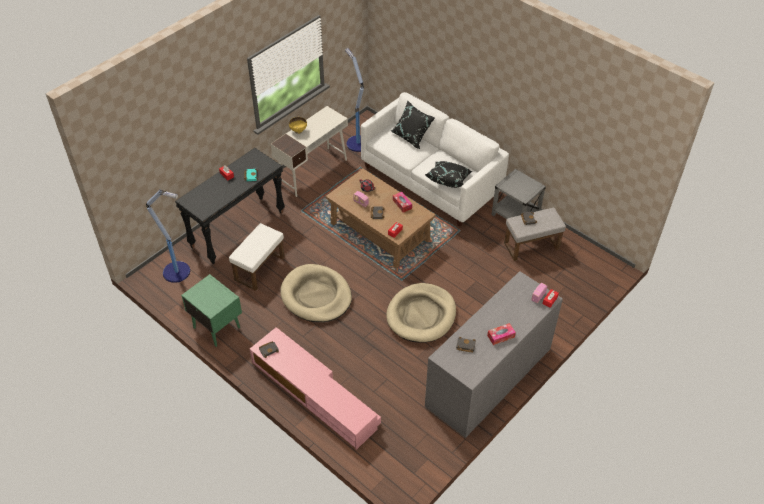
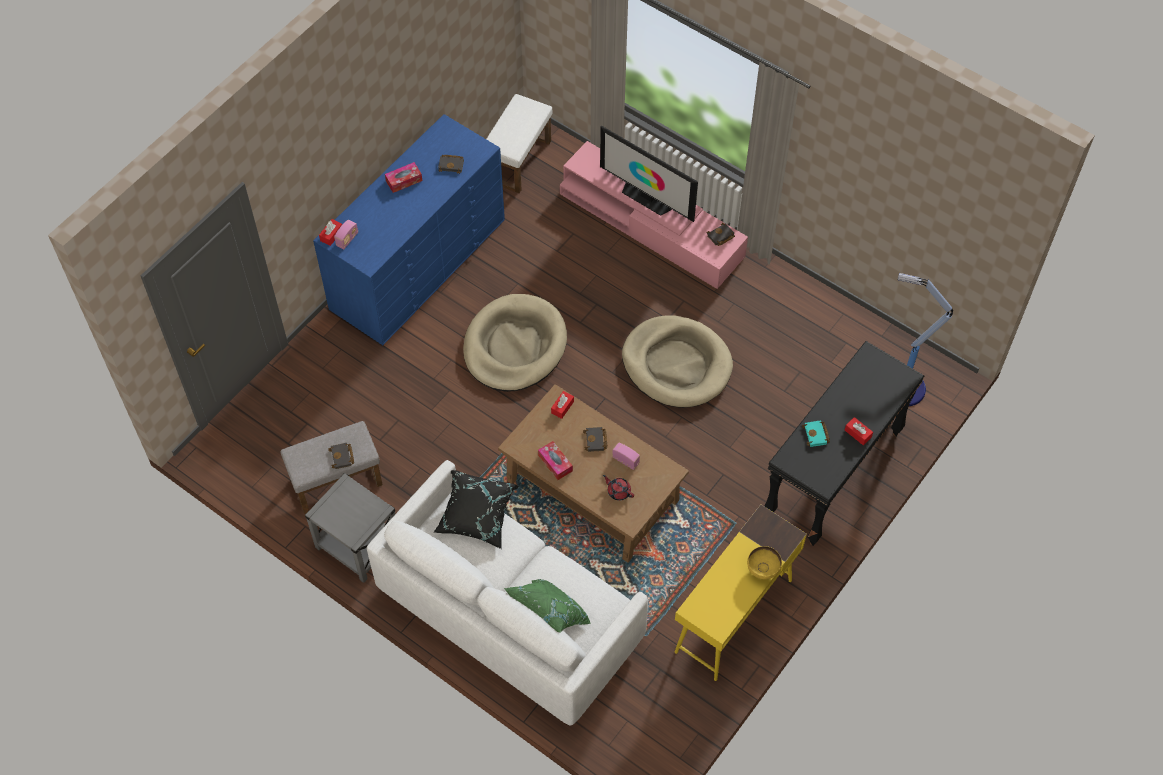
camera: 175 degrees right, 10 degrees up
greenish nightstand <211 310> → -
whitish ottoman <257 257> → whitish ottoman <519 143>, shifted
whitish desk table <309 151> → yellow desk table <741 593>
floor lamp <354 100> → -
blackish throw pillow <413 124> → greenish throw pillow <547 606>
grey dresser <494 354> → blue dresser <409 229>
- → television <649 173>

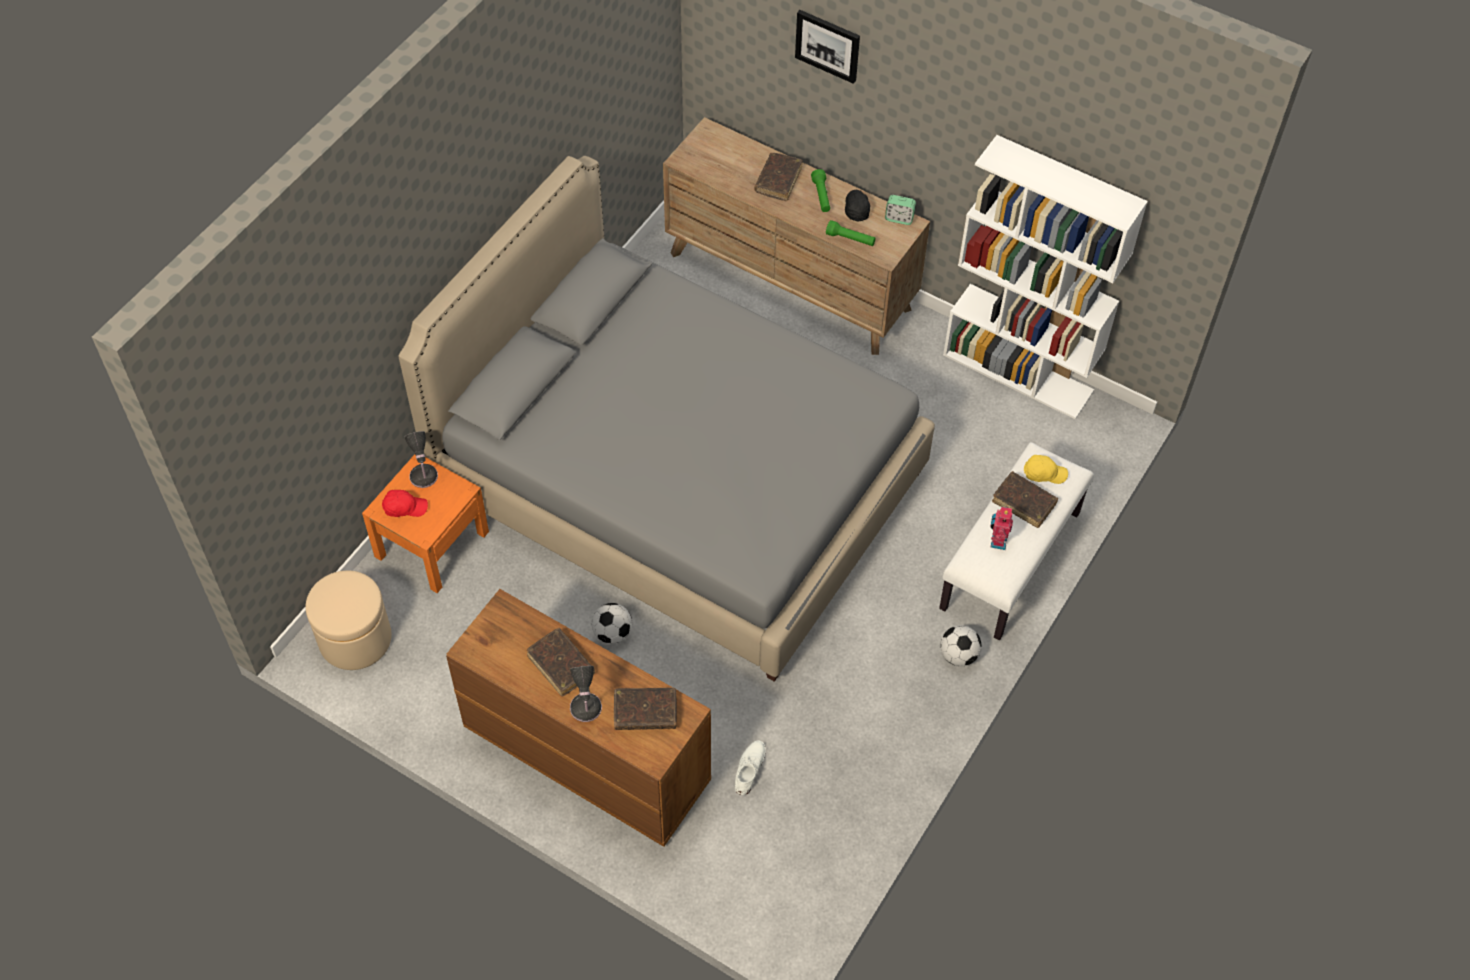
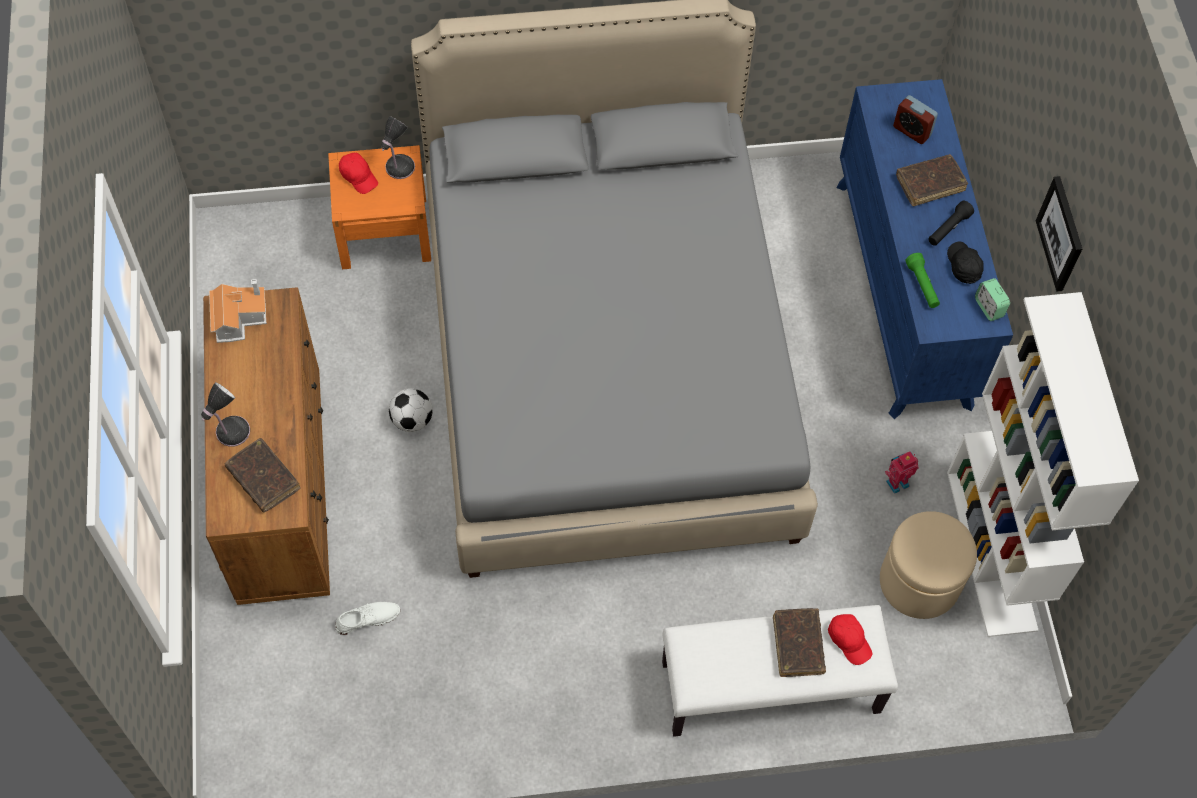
camera: 50 degrees right, 5 degrees up
beige ottoman <349 620> → beige ottoman <928 565>, shifted
brownish volume <561 662> → -
brownish dresser <796 236> → blue dresser <924 249>
picture <827 47> → picture <1059 233>, shifted
greenish flashlight <820 190> → blackish flashlight <951 223>
blackish baseball cap <857 205> → blackish baseball cap <965 263>, 60 degrees counterclockwise
football <961 645> → -
model robot <1001 528> → model robot <902 472>, shifted
yellow baseball cap <1046 469> → red baseball cap <850 639>
- → miniature house <238 311>
- → table clock <915 119>

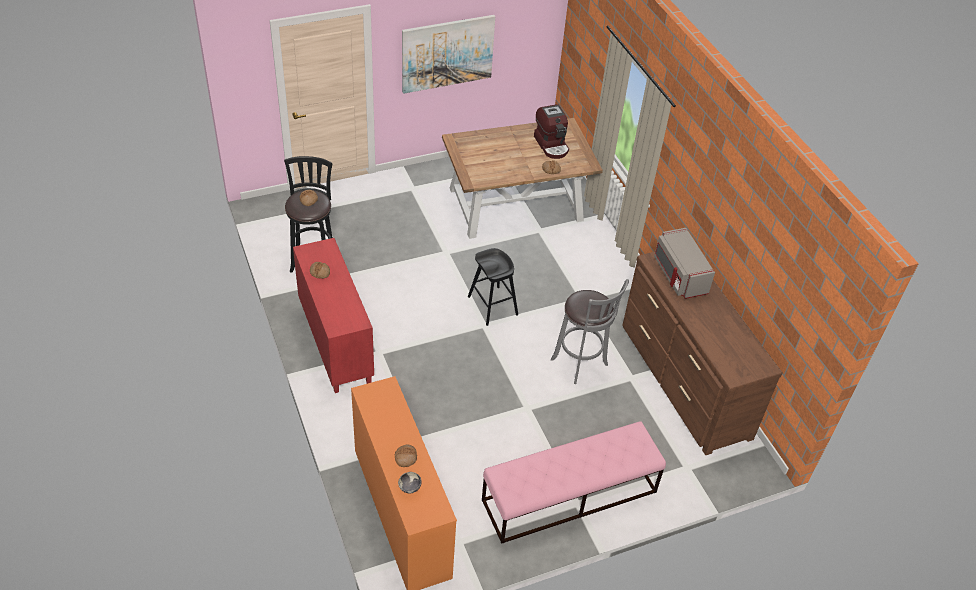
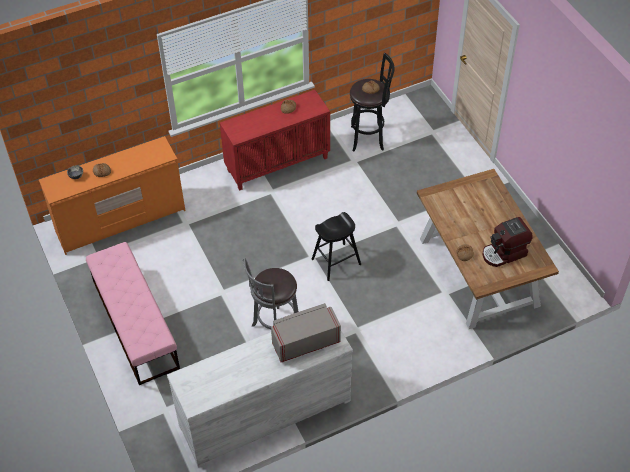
camera: 90 degrees right, 5 degrees up
picture <448 54> → -
brownish dresser <702 353> → whitish dresser <260 399>

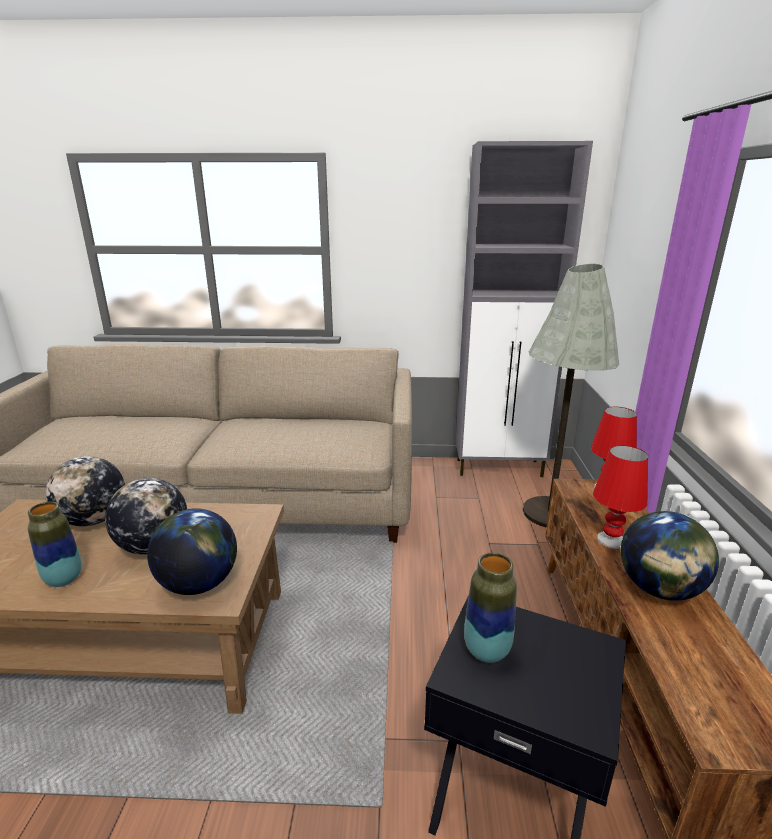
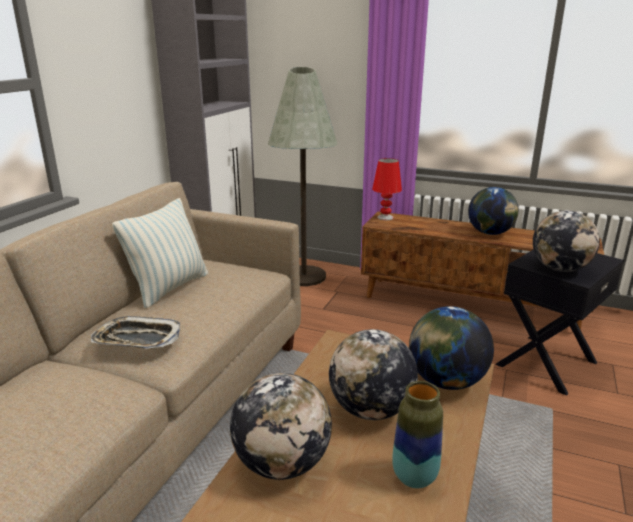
camera: 70 degrees left, 0 degrees up
vase <490 608> → world globe <566 241>
red tabletop lamp <620 497> → -
- → serving tray <135 332>
- → throw pillow <160 253>

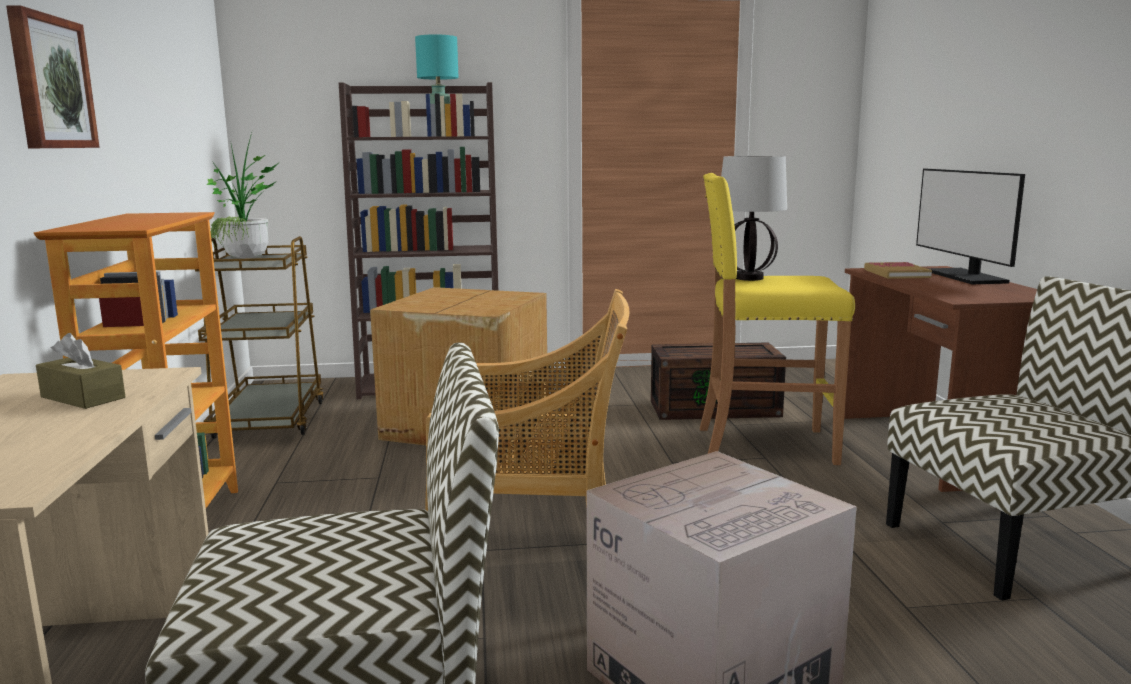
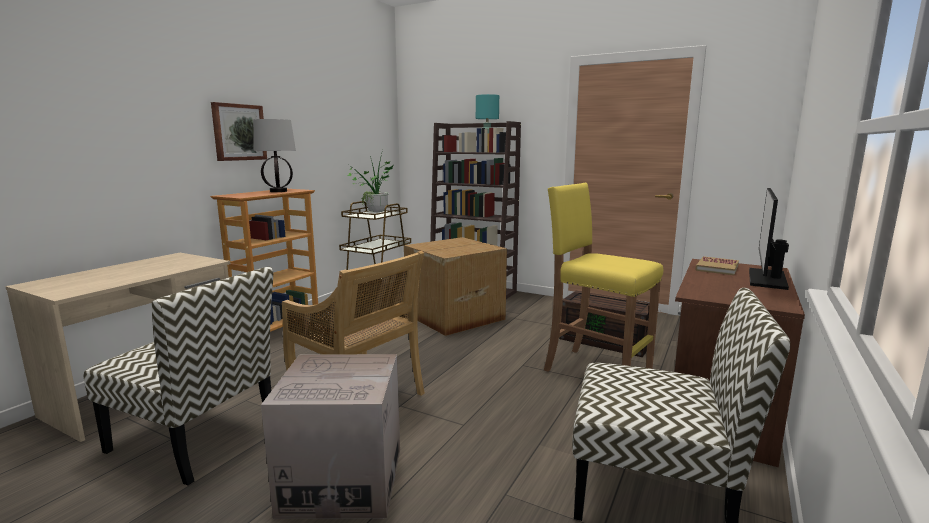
camera: 35 degrees right, 0 degrees up
brownish box of tissues <80 371> → -
tabletop lamp <754 218> → tabletop lamp <274 155>, shifted

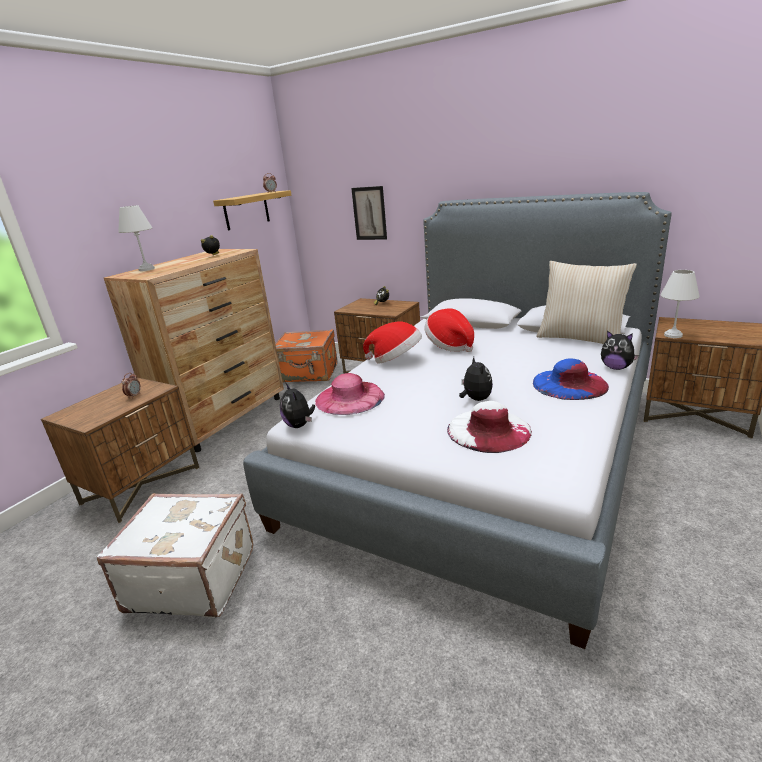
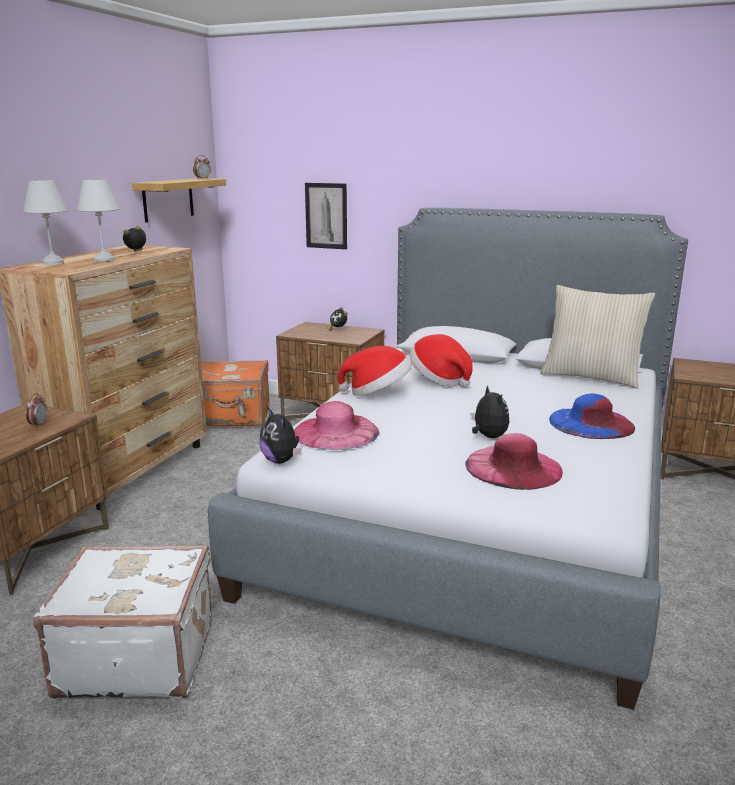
camera: 10 degrees left, 5 degrees down
whitish clothing hat <489 427> → pink clothing hat <514 461>
soft toy <620 350> → -
whitish tabletop lamp <680 304> → whitish tabletop lamp <98 220>, shifted

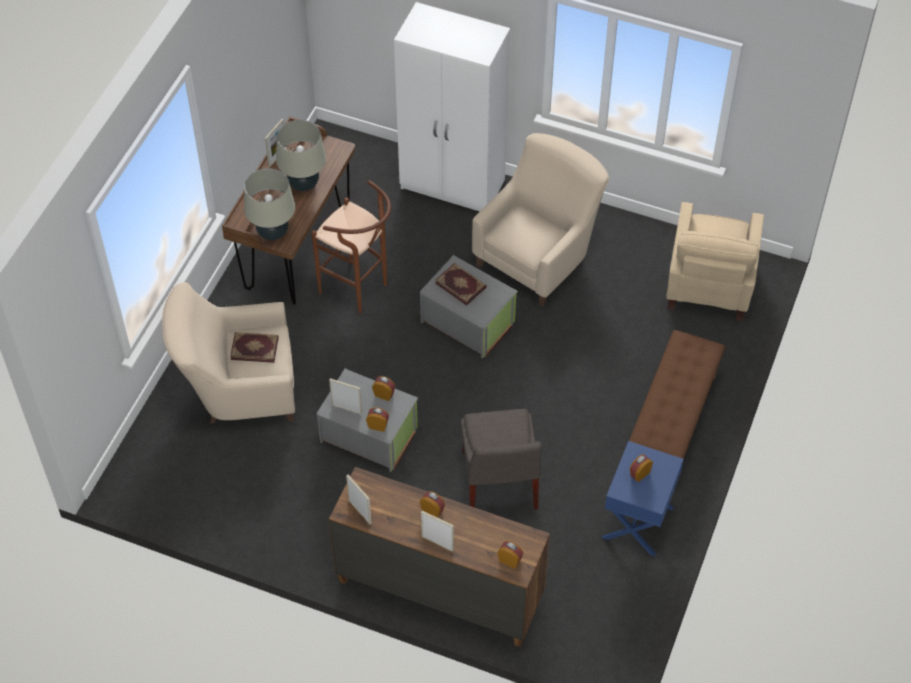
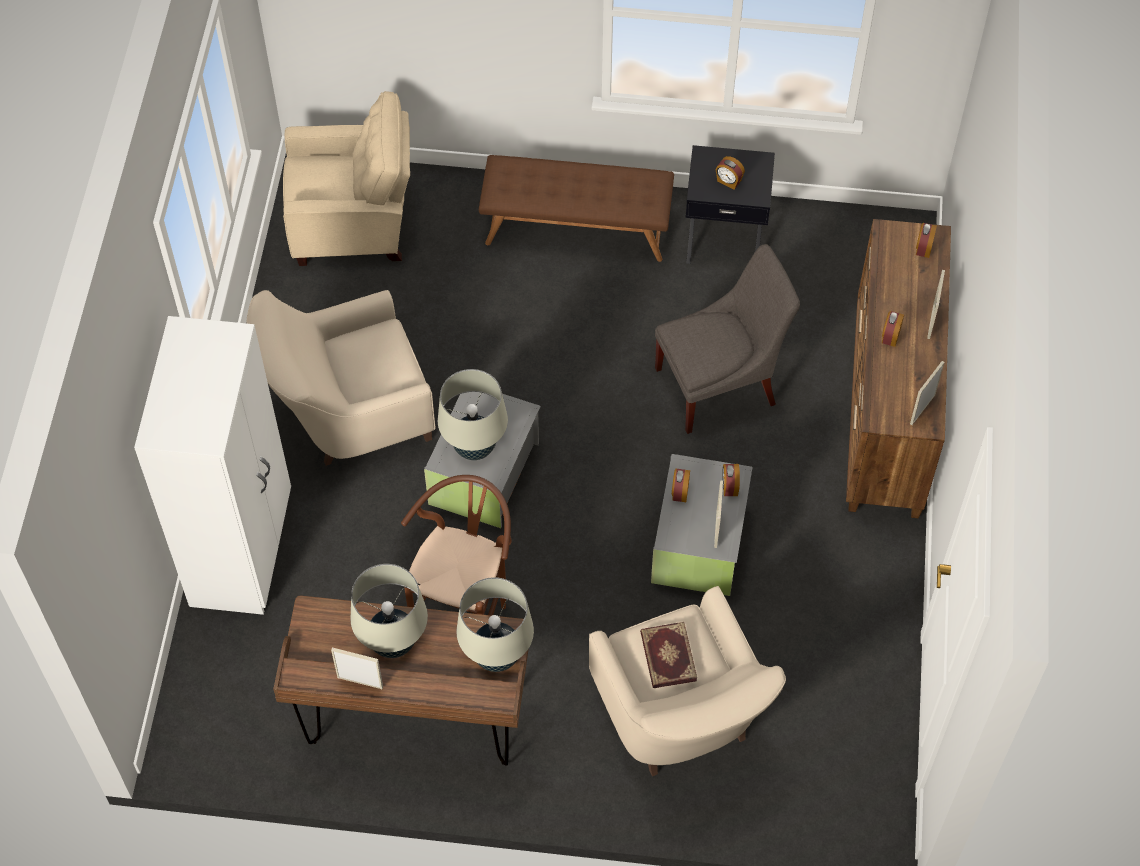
camera: 105 degrees left, 5 degrees up
volume <461 284> → beige tabletop lamp <473 414>
beige lounge chair <540 220> → beige lounge chair <341 378>, 45 degrees counterclockwise
blue nightstand <643 498> → blackish nightstand <730 204>

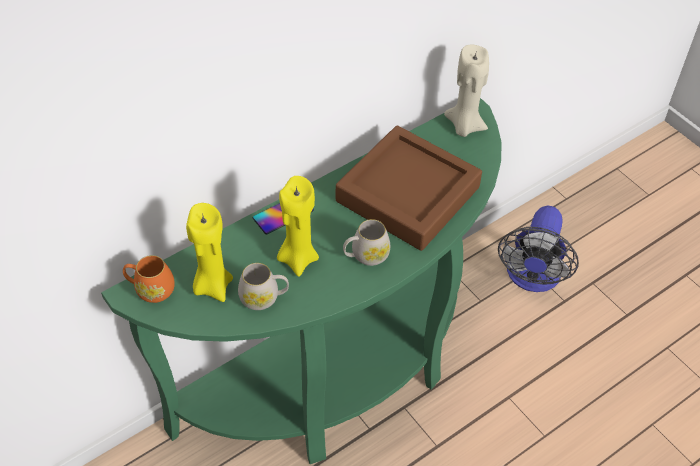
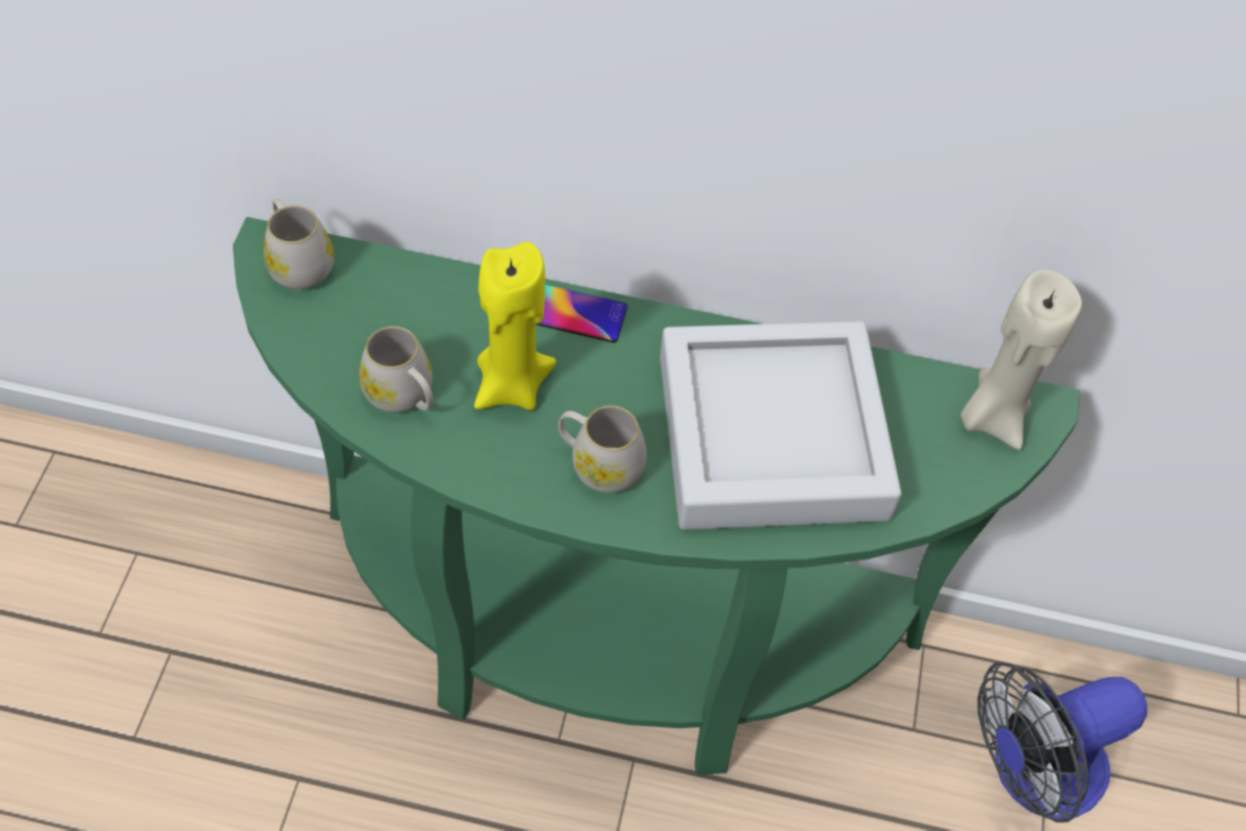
camera: 45 degrees right, 5 degrees up
orangey mug <149 279> → whitish mug <299 244>
yellow candle <209 252> → -
brownish serving tray <409 188> → grey serving tray <780 425>

